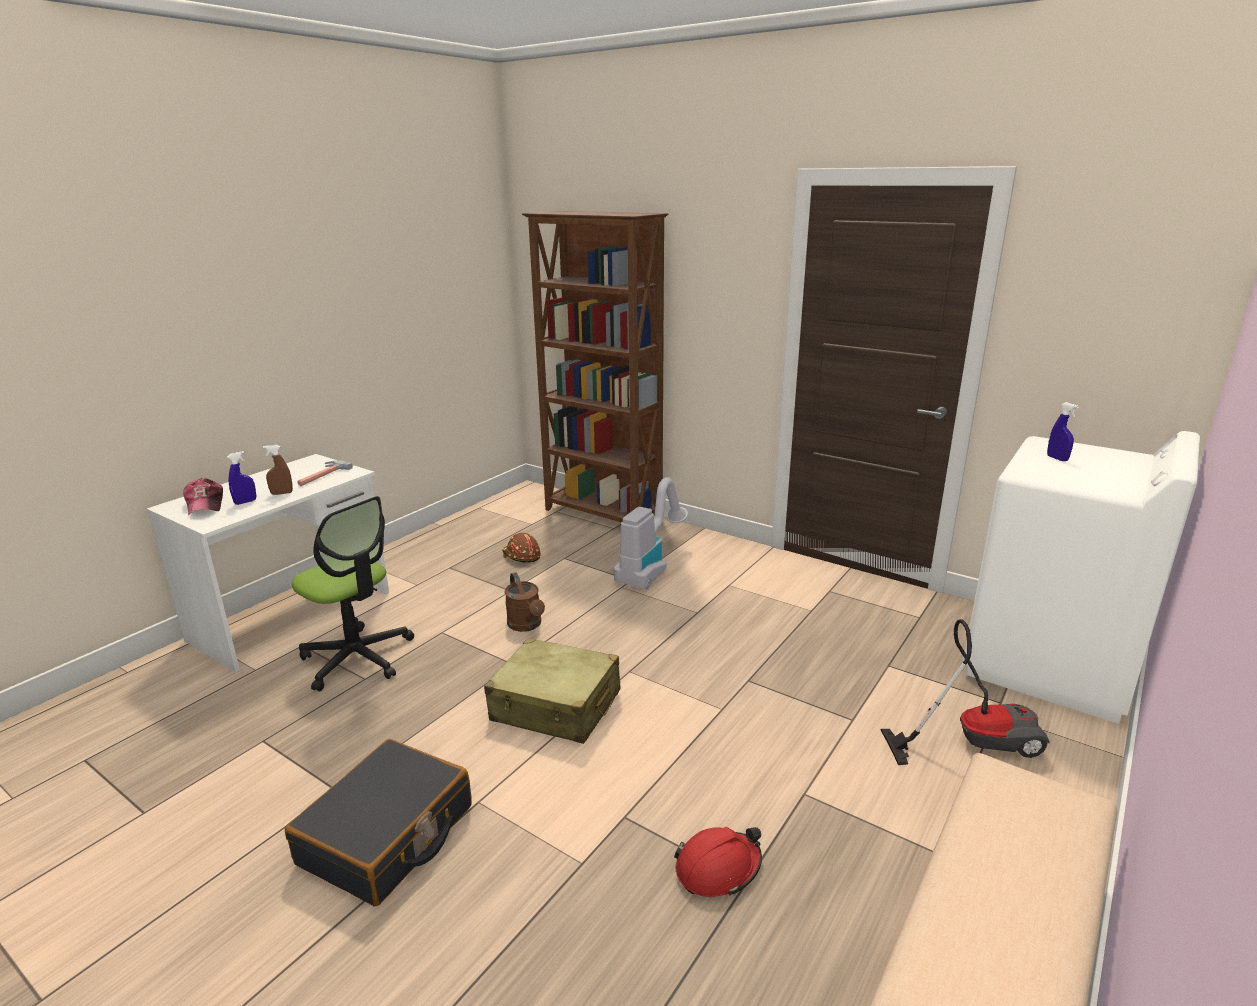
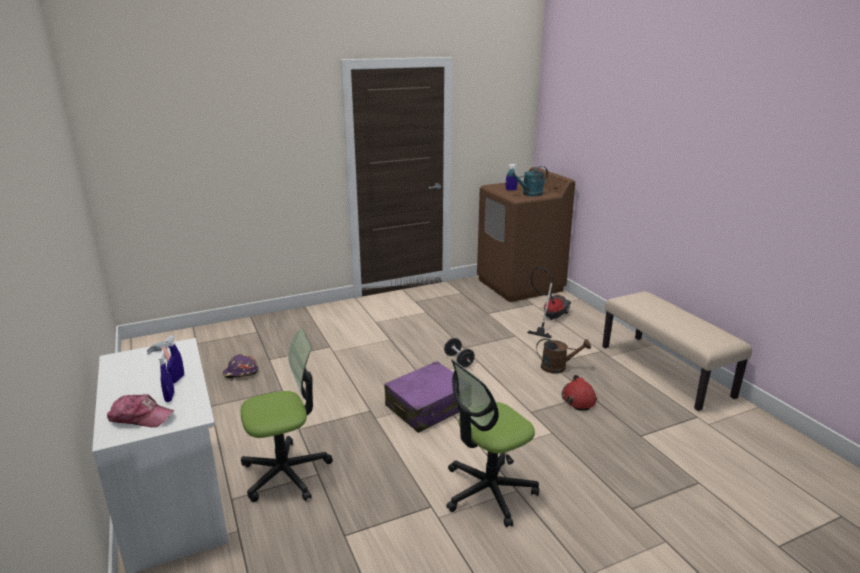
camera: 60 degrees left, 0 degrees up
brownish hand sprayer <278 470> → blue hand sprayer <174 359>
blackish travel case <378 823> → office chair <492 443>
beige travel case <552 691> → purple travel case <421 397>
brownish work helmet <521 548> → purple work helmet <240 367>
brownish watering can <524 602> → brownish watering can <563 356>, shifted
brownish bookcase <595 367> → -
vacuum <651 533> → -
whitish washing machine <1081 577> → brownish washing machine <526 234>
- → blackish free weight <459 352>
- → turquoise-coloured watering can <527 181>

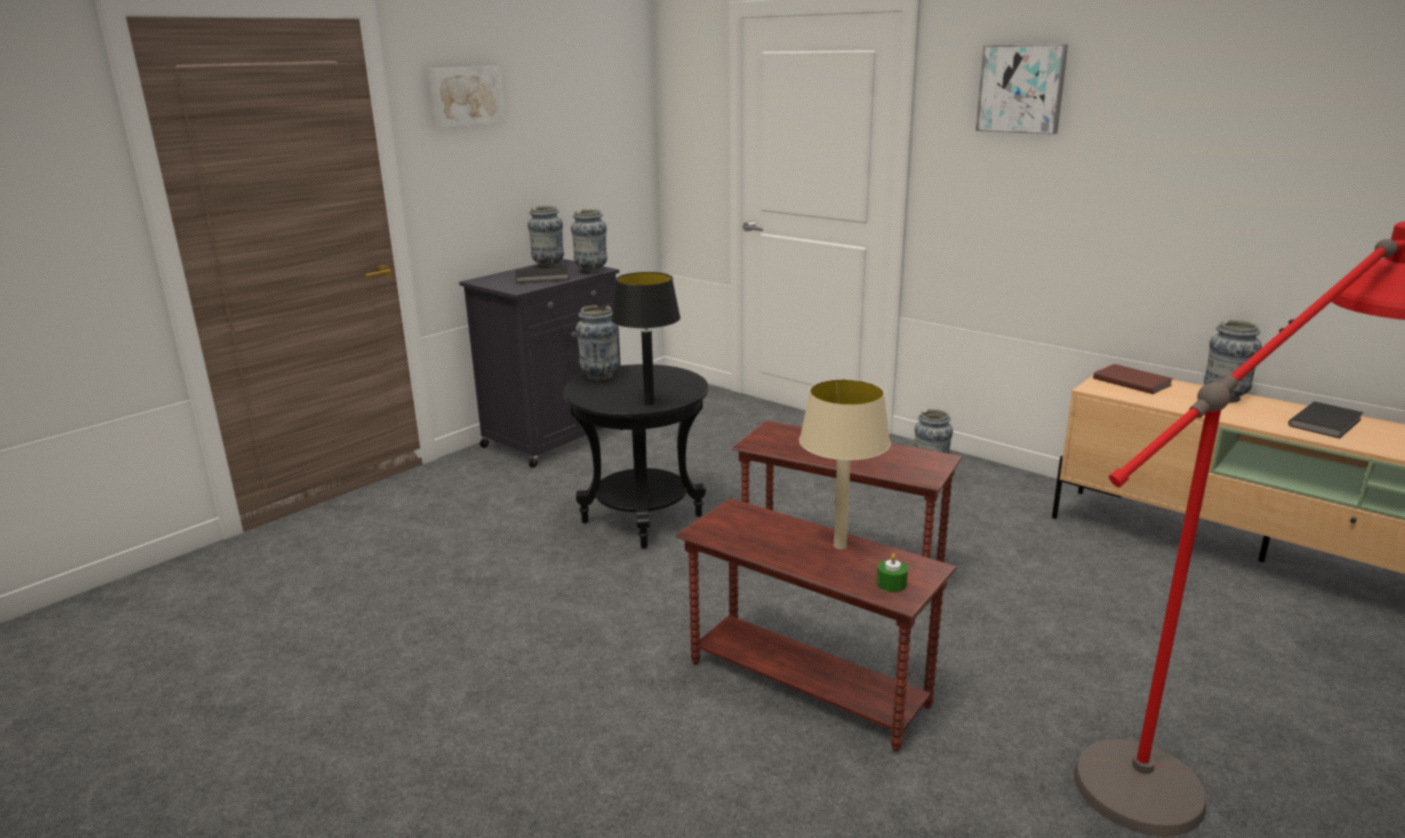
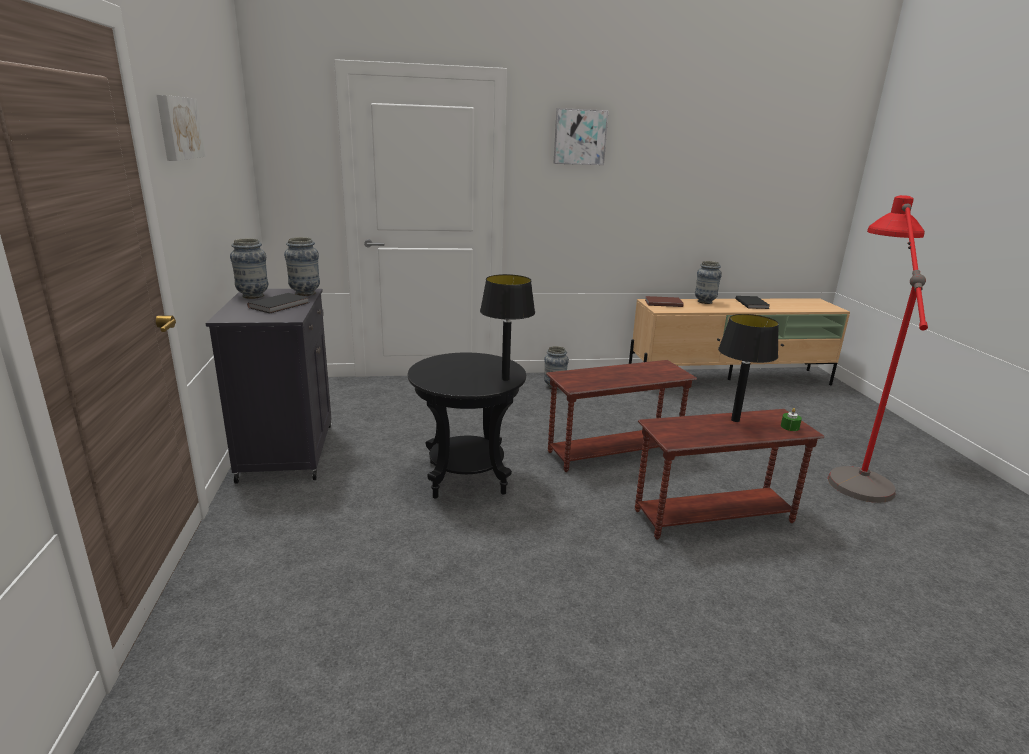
camera: 50 degrees left, 0 degrees up
vase <597 343> → -
beige tabletop lamp <845 464> → blackish tabletop lamp <748 368>

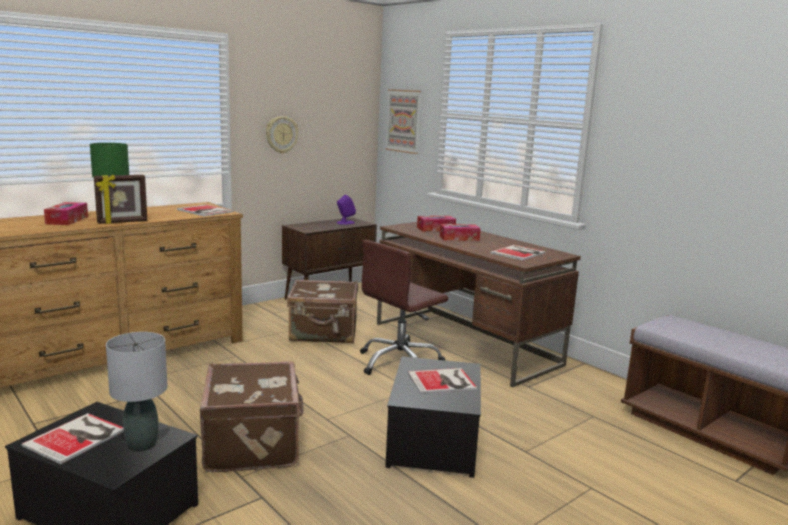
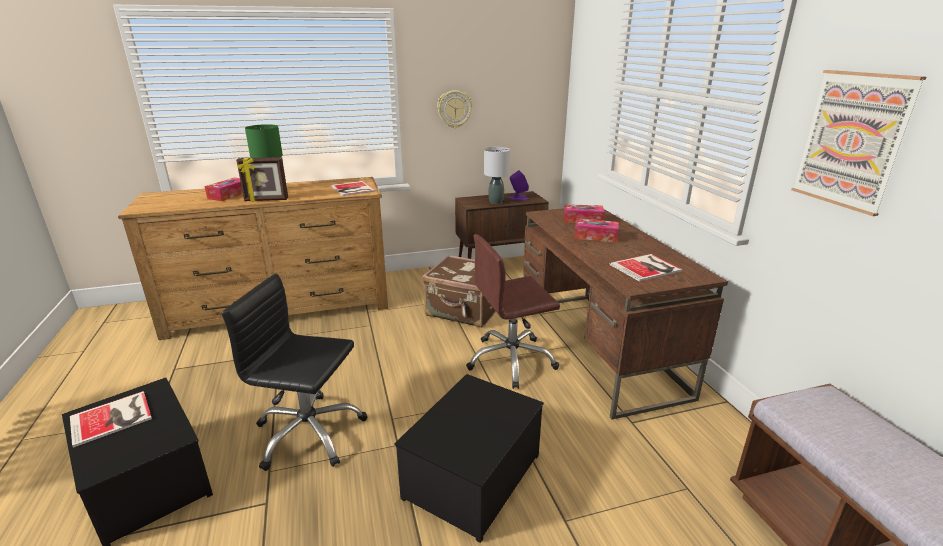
camera: 25 degrees right, 10 degrees up
grey tabletop lamp <136 391> → grey tabletop lamp <497 175>, shifted
brownish travel case <251 416> → blackish office chair <294 372>
picture <403 121> → picture <858 143>, shifted
volume <442 381> → -

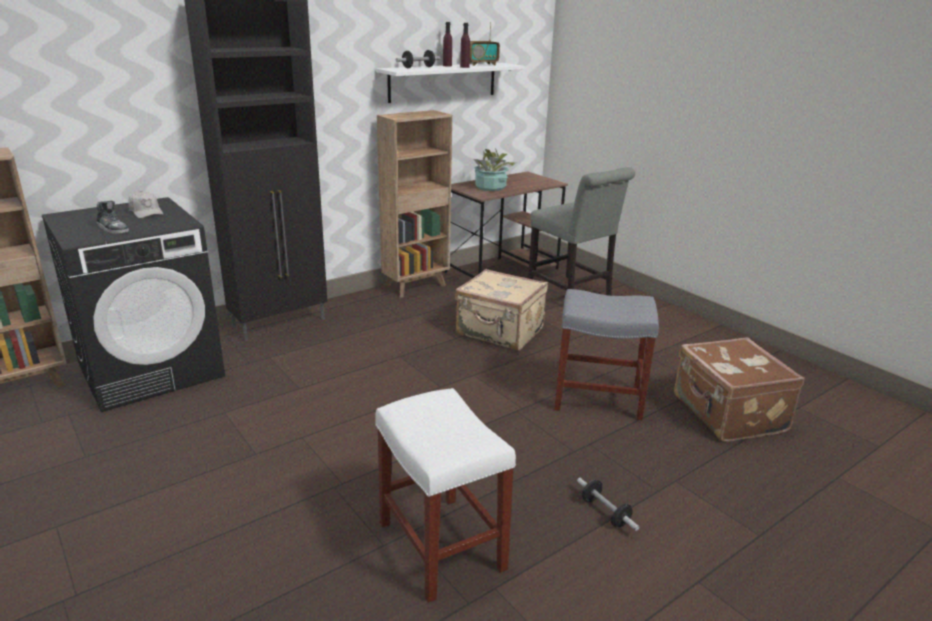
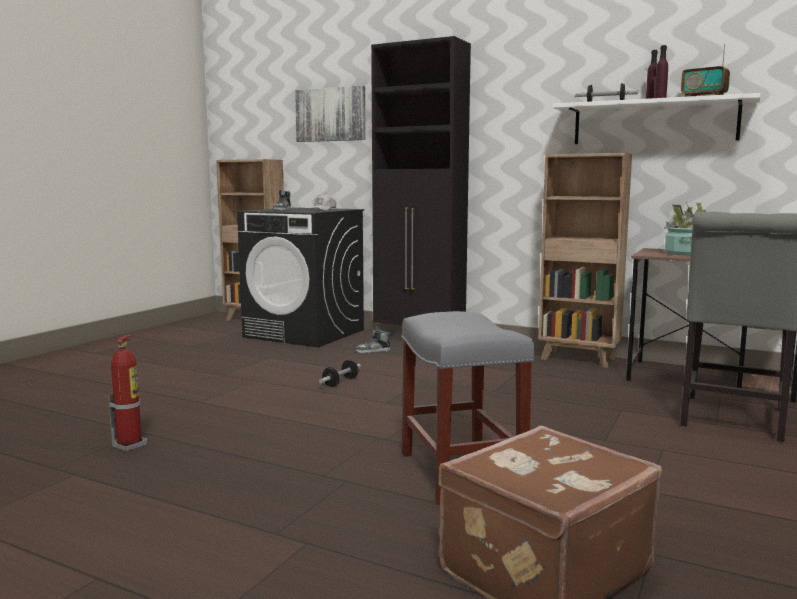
camera: 65 degrees right, 15 degrees down
whitish sitting stool <446 495> → extinguisher <127 393>
beige travel case <501 309> → -
free weight <608 504> → free weight <340 373>, shifted
- → picture <330 113>
- → shoe <373 341>

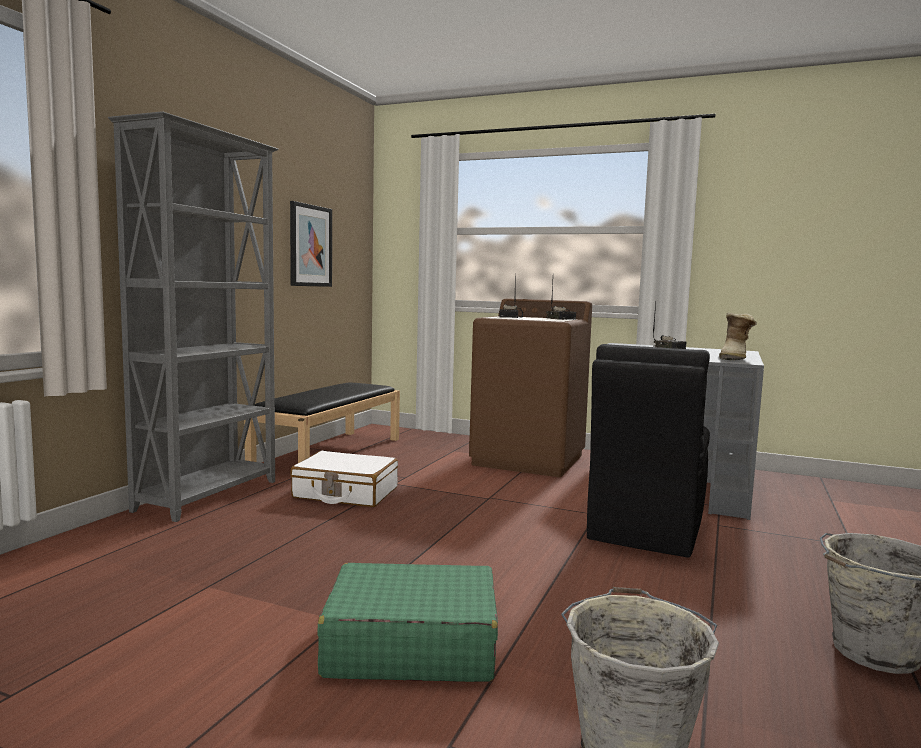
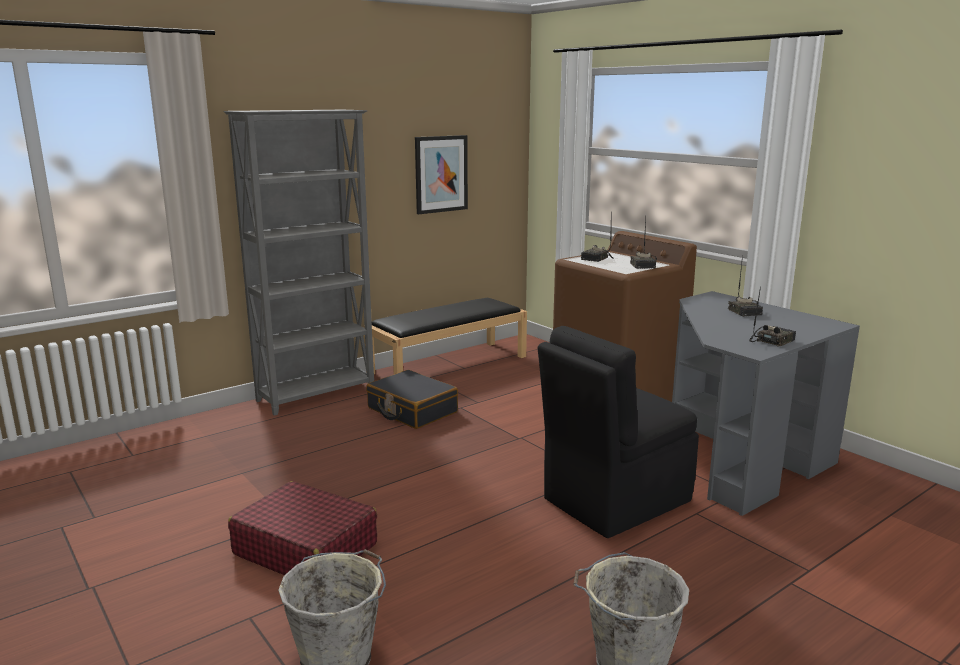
camera: 30 degrees right, 10 degrees up
whitish travel case <344 479> → blackish travel case <412 399>
greenish travel case <407 622> → red travel case <302 528>
tall boot <738 336> → radio receiver <772 317>

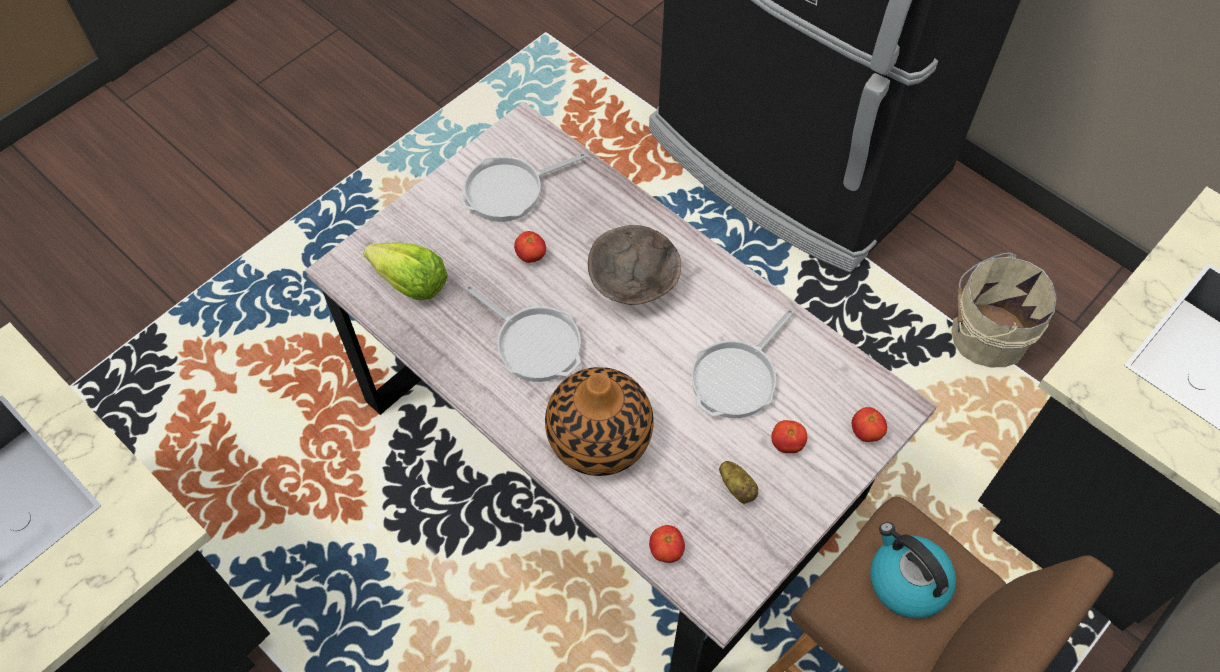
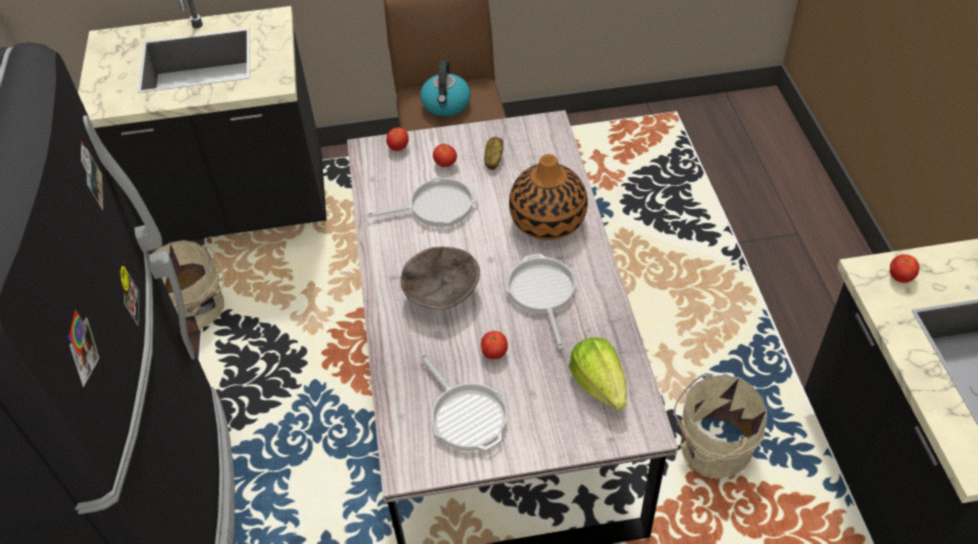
camera: 140 degrees left, 10 degrees down
skillet <522 187> → skillet <463 402>, 45 degrees clockwise
fresh tomato <667 544> → fresh tomato <904 268>, shifted
- → beige water bucket <720 426>

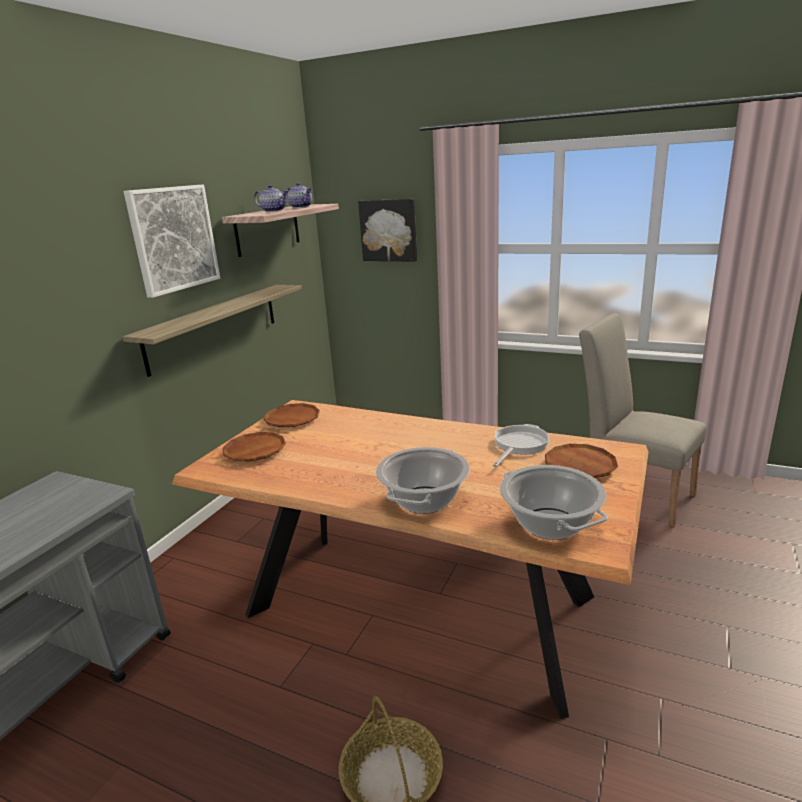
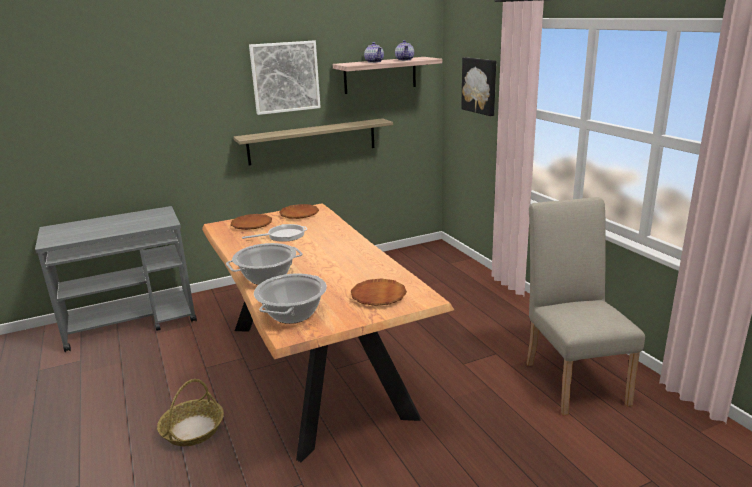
camera: 40 degrees right, 0 degrees up
skillet <521 445> → skillet <274 233>, shifted

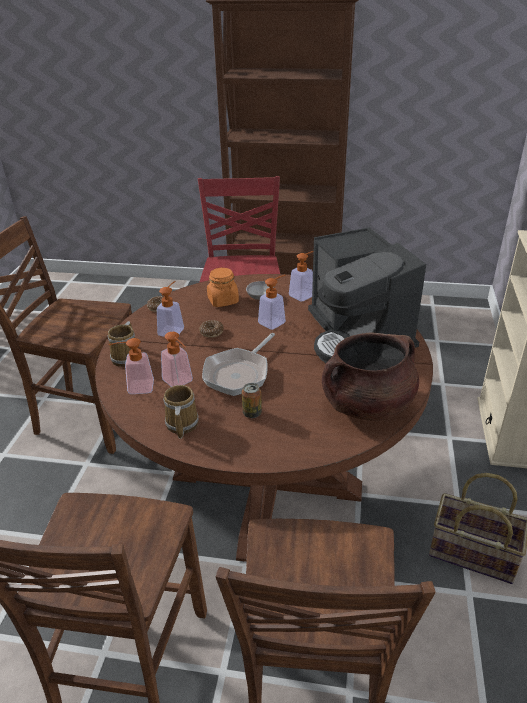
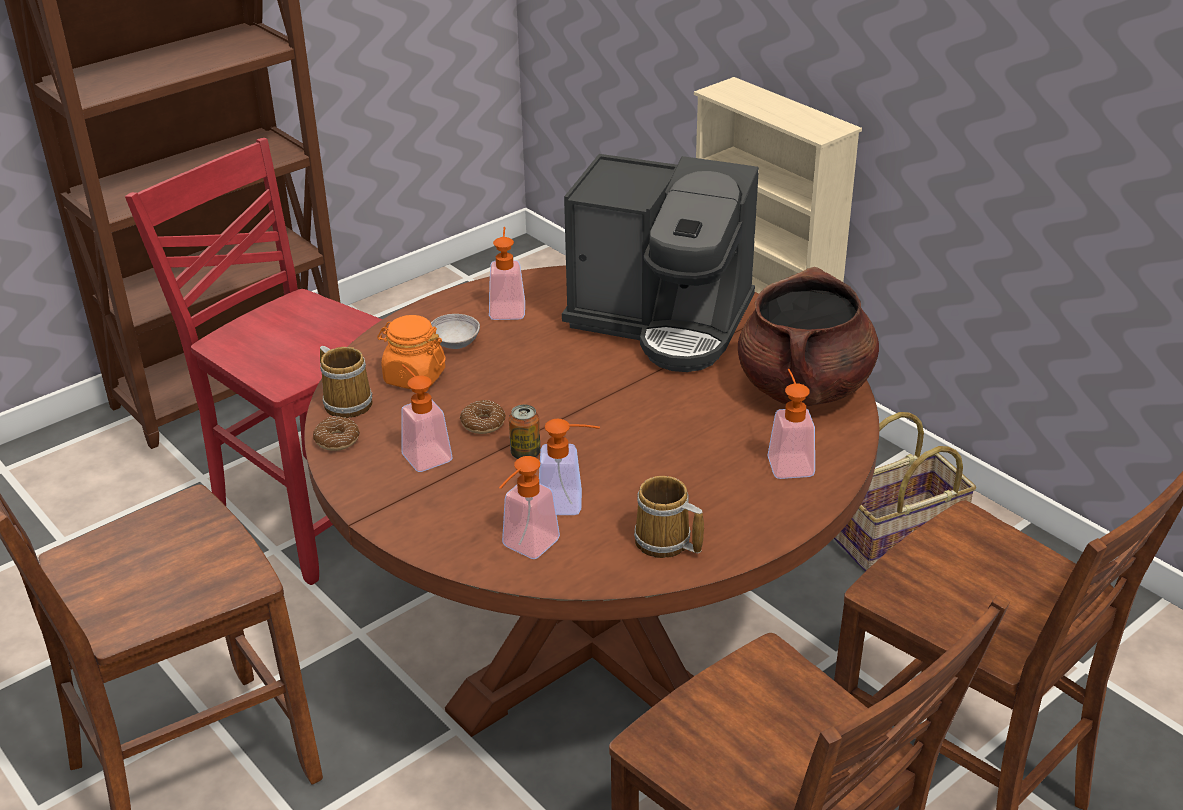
camera: 50 degrees left, 0 degrees up
mug <121 344> → mug <346 382>, shifted
skillet <238 364> → -
sealed can <252 400> → sealed can <525 431>, shifted
soap bottle <272 302> → soap bottle <791 424>, shifted

